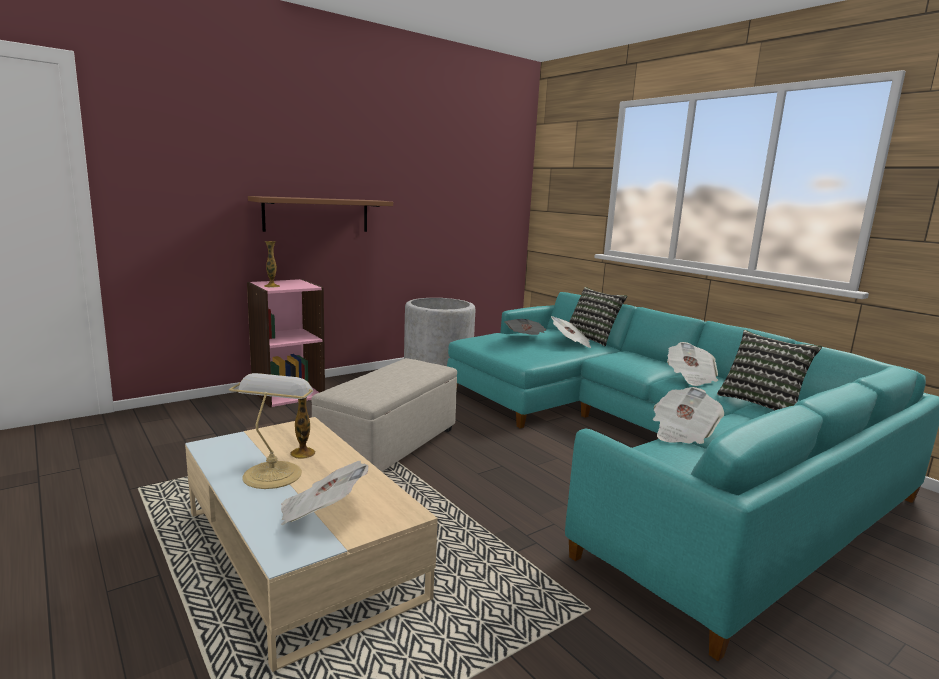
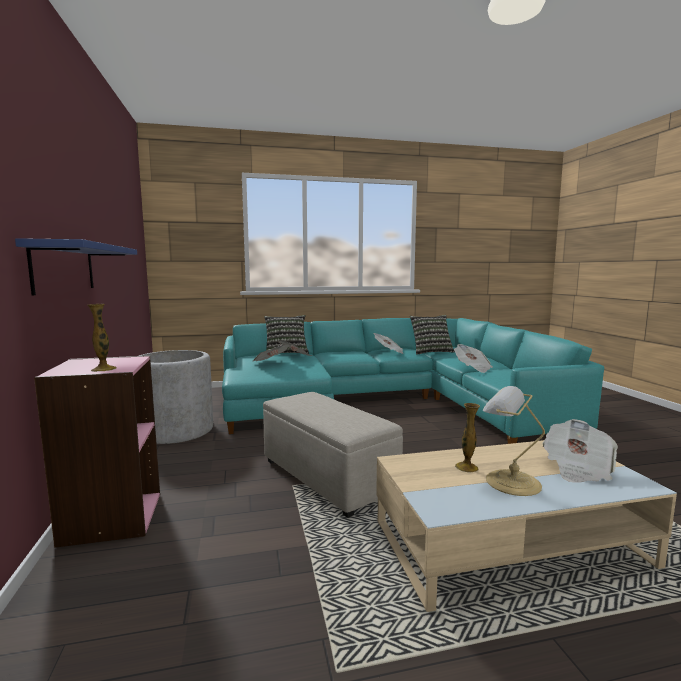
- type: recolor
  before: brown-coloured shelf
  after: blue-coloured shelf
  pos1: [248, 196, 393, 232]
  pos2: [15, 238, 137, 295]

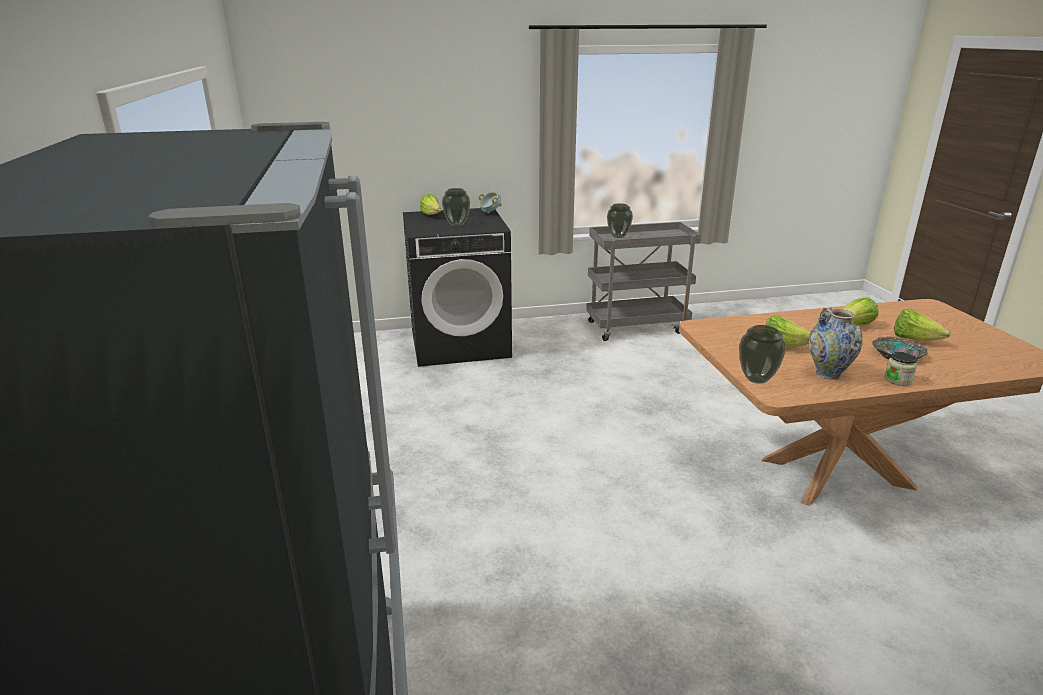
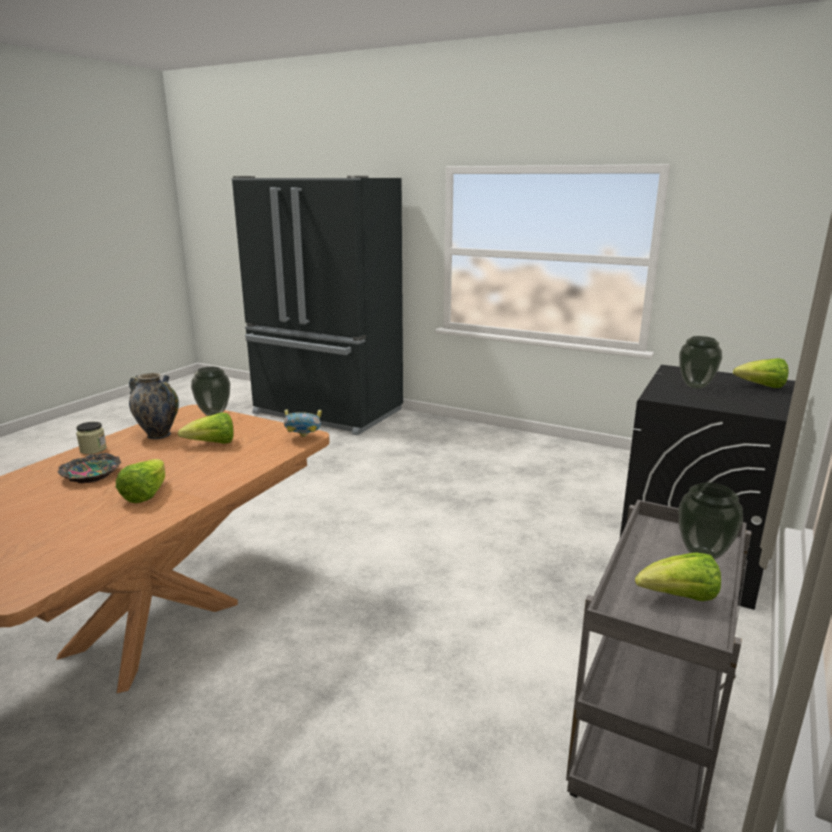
- type: move
  before: serving bowl
  pos1: [478, 192, 502, 214]
  pos2: [284, 409, 322, 437]
- type: move
  before: lettuce head
  pos1: [894, 309, 951, 341]
  pos2: [635, 552, 721, 601]

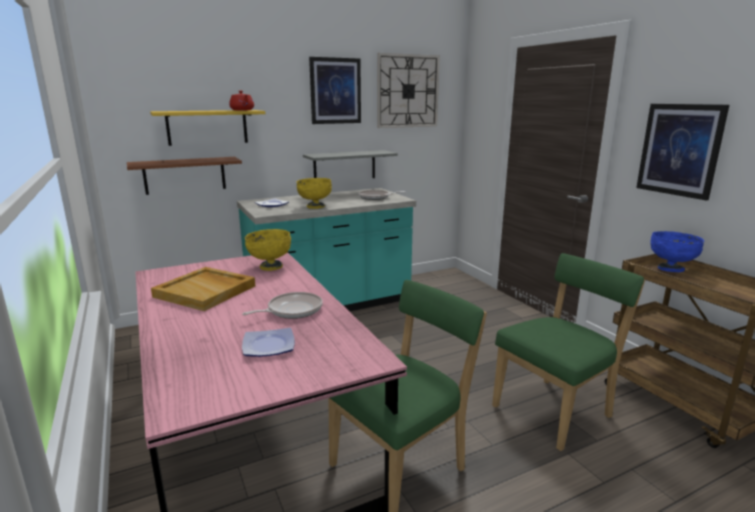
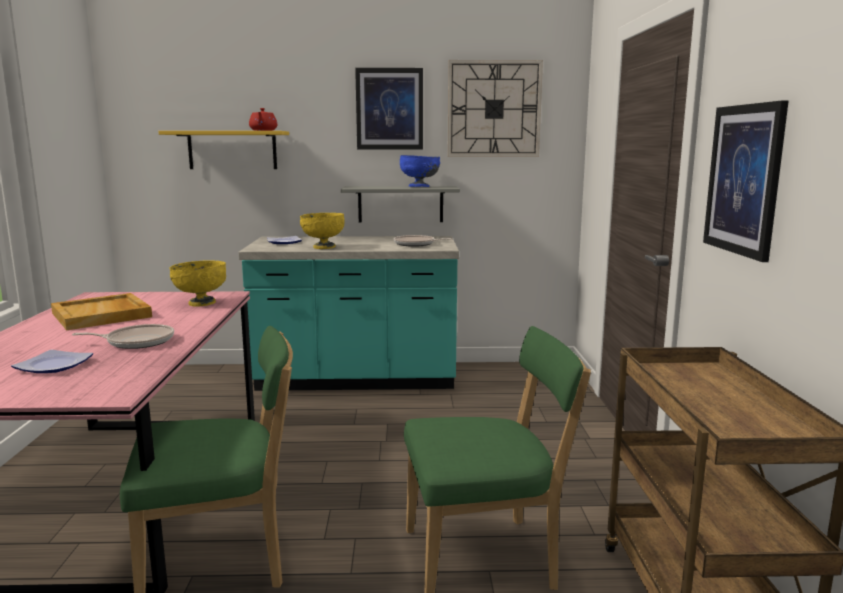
- type: delete
  before: brown-coloured shelf
  pos1: [127, 157, 242, 195]
- type: move
  before: blue-coloured serving bowl
  pos1: [650, 231, 704, 272]
  pos2: [400, 155, 440, 187]

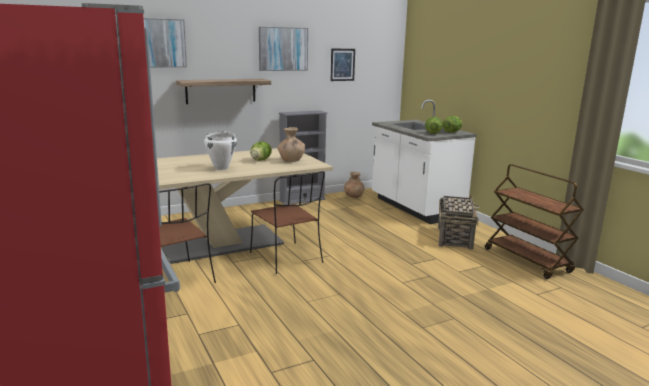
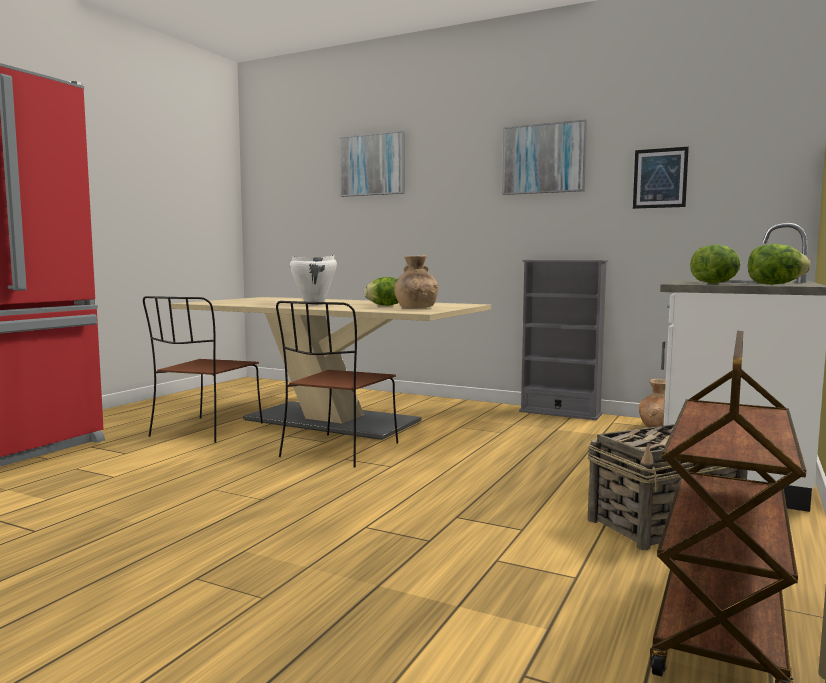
- type: delete
  before: shelf
  pos1: [176, 79, 271, 104]

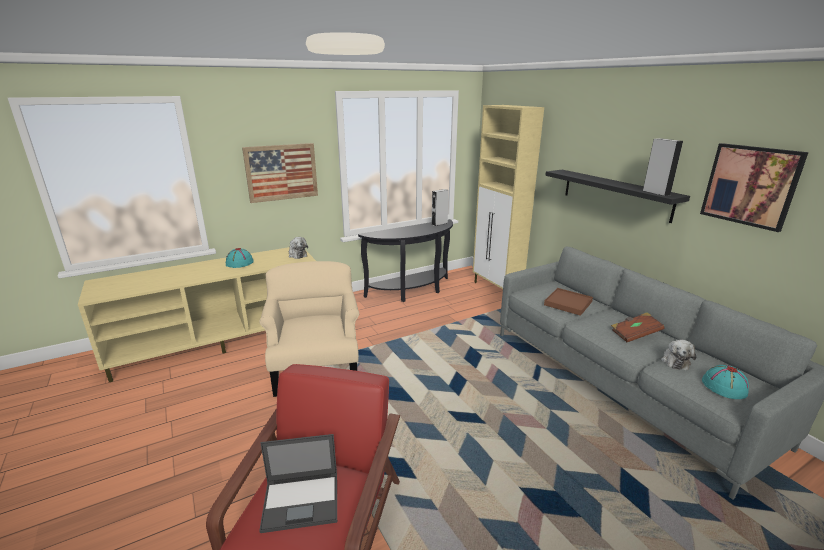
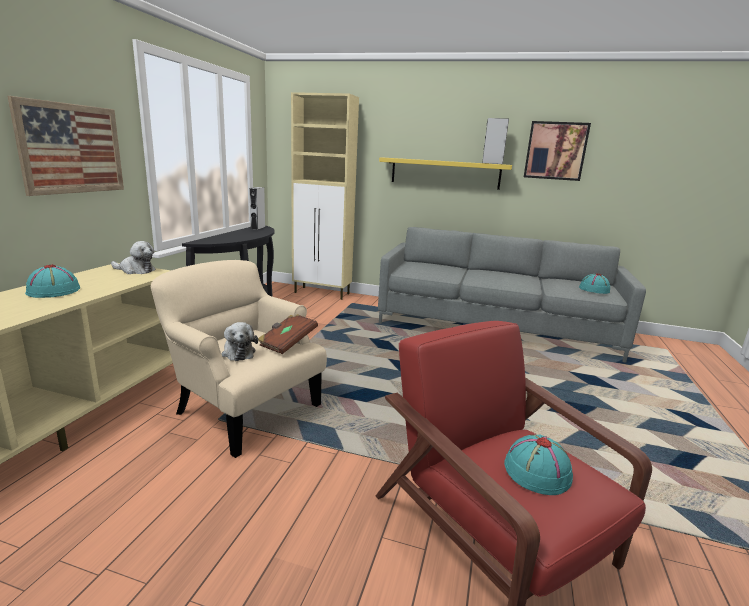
- type: recolor
  before: black shelf
  after: yellow-coloured shelf
  pos1: [545, 170, 690, 223]
  pos2: [379, 157, 512, 190]
- type: delete
  before: brown-coloured serving tray
  pos1: [544, 288, 593, 316]
- type: move
  before: brown-coloured bound book
  pos1: [611, 312, 665, 342]
  pos2: [258, 314, 318, 354]
- type: move
  before: plush toy
  pos1: [661, 340, 697, 370]
  pos2: [222, 322, 258, 361]
- type: replace
  before: portable computer
  after: blue-green wearable hat
  pos1: [259, 434, 337, 533]
  pos2: [504, 434, 573, 495]

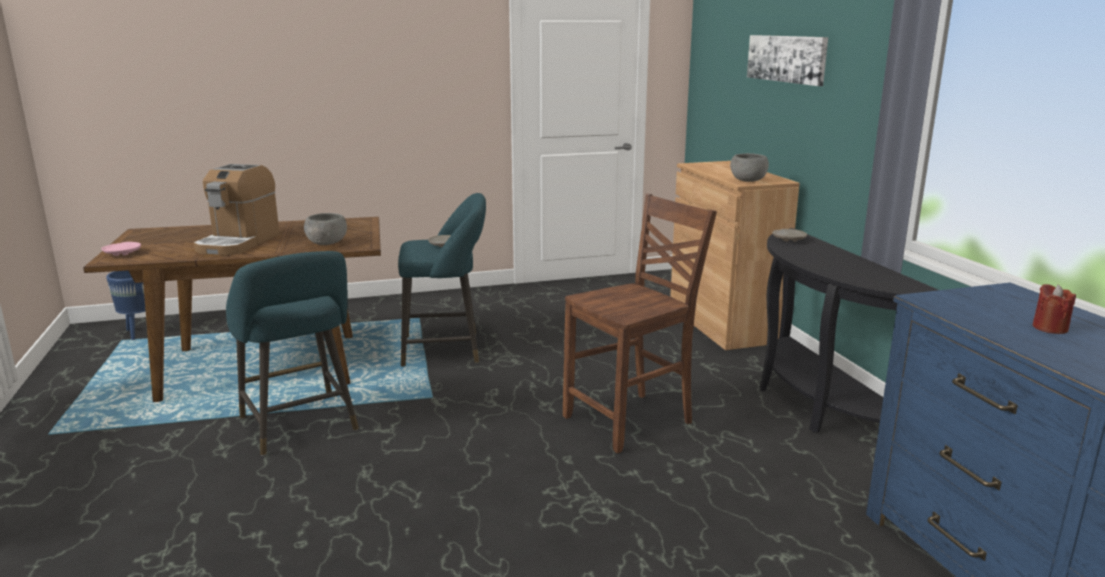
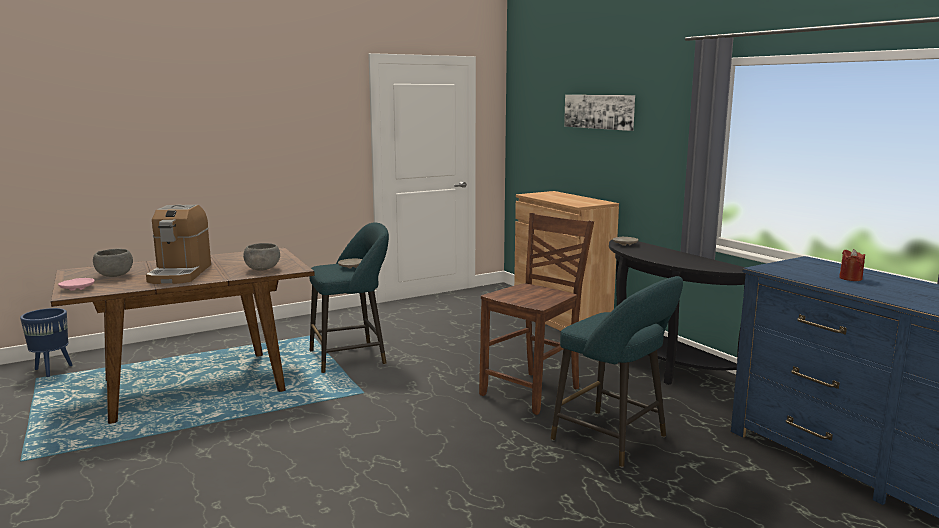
- type: move
  before: gray serving bowl
  pos1: [730, 153, 769, 182]
  pos2: [93, 249, 133, 277]
- type: move
  before: blue-green stool
  pos1: [226, 251, 359, 456]
  pos2: [551, 276, 683, 467]

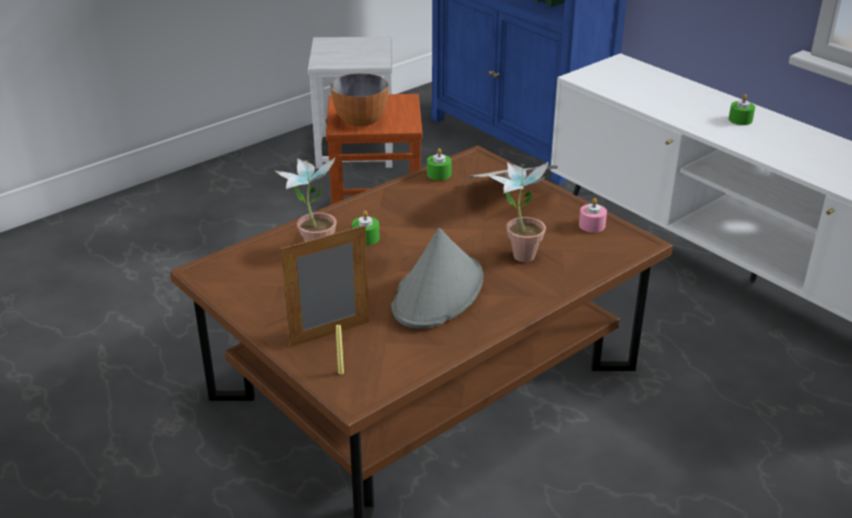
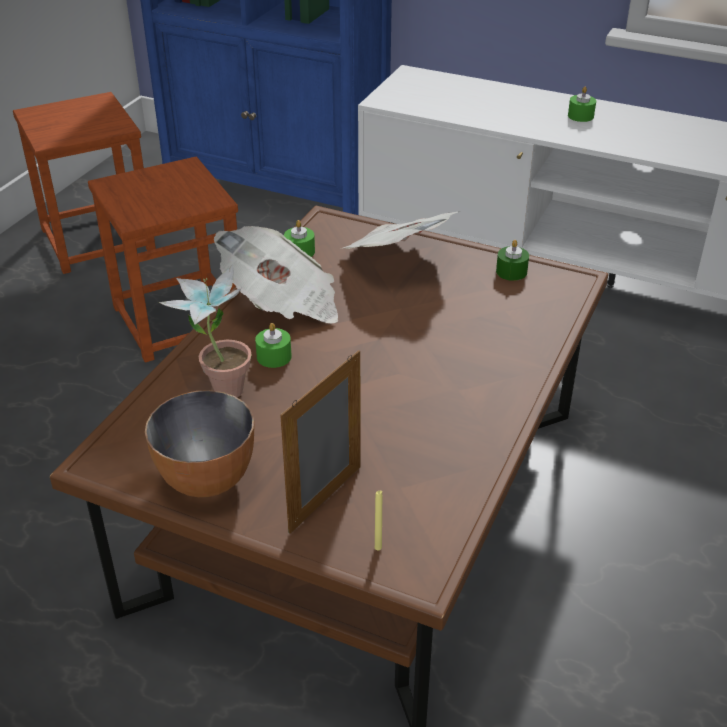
- type: recolor
  before: whitish stool
  after: brown-coloured stool
  pos1: [308, 37, 392, 169]
  pos2: [13, 92, 156, 274]
- type: move
  before: serving bowl
  pos1: [330, 73, 389, 127]
  pos2: [145, 390, 254, 497]
- type: delete
  before: potted plant
  pos1: [487, 162, 548, 262]
- type: recolor
  before: pink-coloured wax light
  after: greenish wax light
  pos1: [579, 198, 607, 233]
  pos2: [496, 240, 529, 281]
- type: delete
  before: gray wearable hat
  pos1: [391, 228, 483, 329]
- type: insert
  after: newspaper
  pos2: [214, 226, 338, 324]

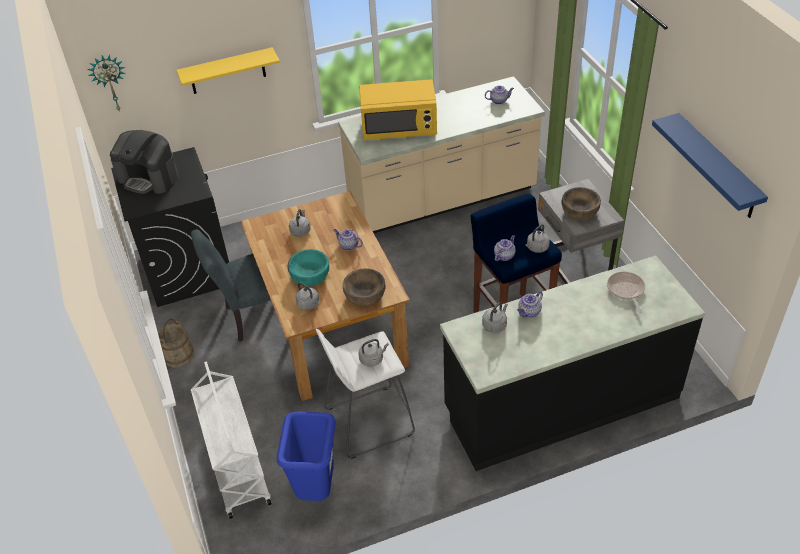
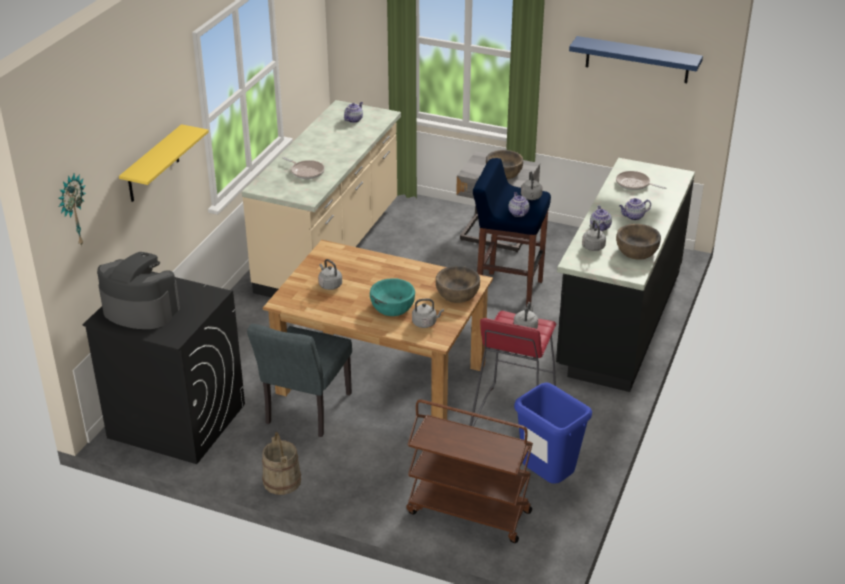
- type: replace
  before: yellow-coloured microwave oven
  after: skillet
  pos1: [359, 80, 437, 140]
  pos2: [282, 157, 325, 179]
- type: rotate
  before: coffee maker
  pos1: [110, 130, 178, 194]
  pos2: [97, 252, 180, 329]
  turn: -135
- type: move
  before: pot for tea
  pos1: [333, 229, 363, 250]
  pos2: [619, 198, 651, 220]
- type: recolor
  before: whitish stool
  after: red stool
  pos1: [316, 329, 415, 459]
  pos2: [469, 311, 556, 427]
- type: recolor
  before: whitish trolley
  after: brown-coloured trolley
  pos1: [191, 361, 272, 519]
  pos2: [406, 399, 533, 543]
- type: insert
  after: brown-coloured serving bowl
  pos2: [616, 224, 661, 259]

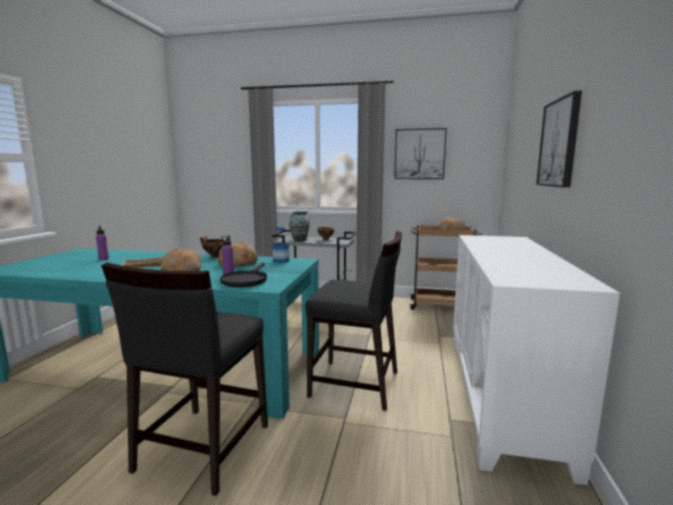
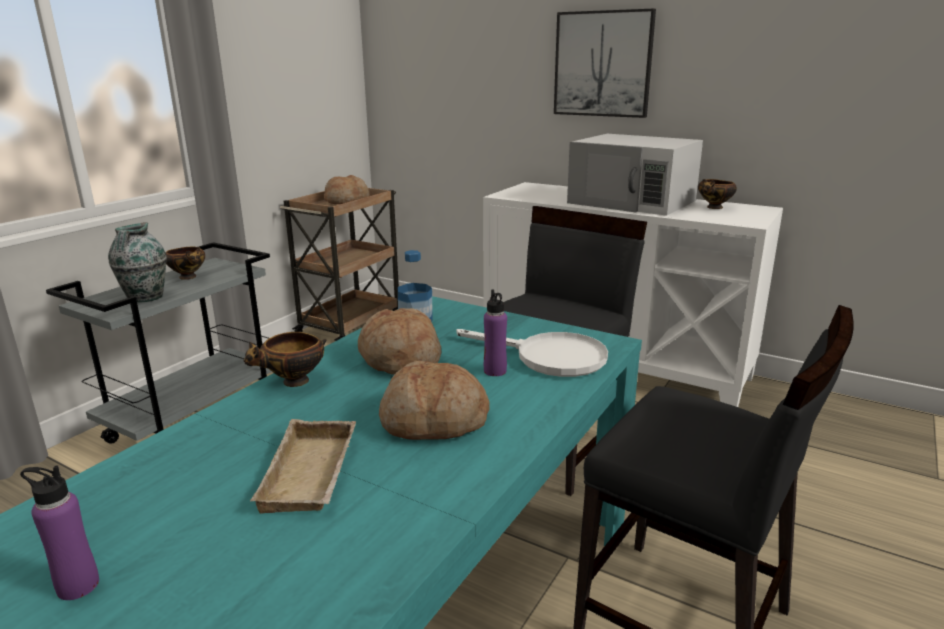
- type: delete
  before: wall picture
  pos1: [394, 128, 447, 179]
- type: recolor
  before: black skillet
  after: whitish skillet
  pos1: [220, 262, 267, 288]
  pos2: [456, 329, 608, 377]
- type: insert
  after: whitish microwave oven
  pos2: [567, 134, 703, 216]
- type: insert
  after: serving bowl
  pos2: [698, 179, 737, 209]

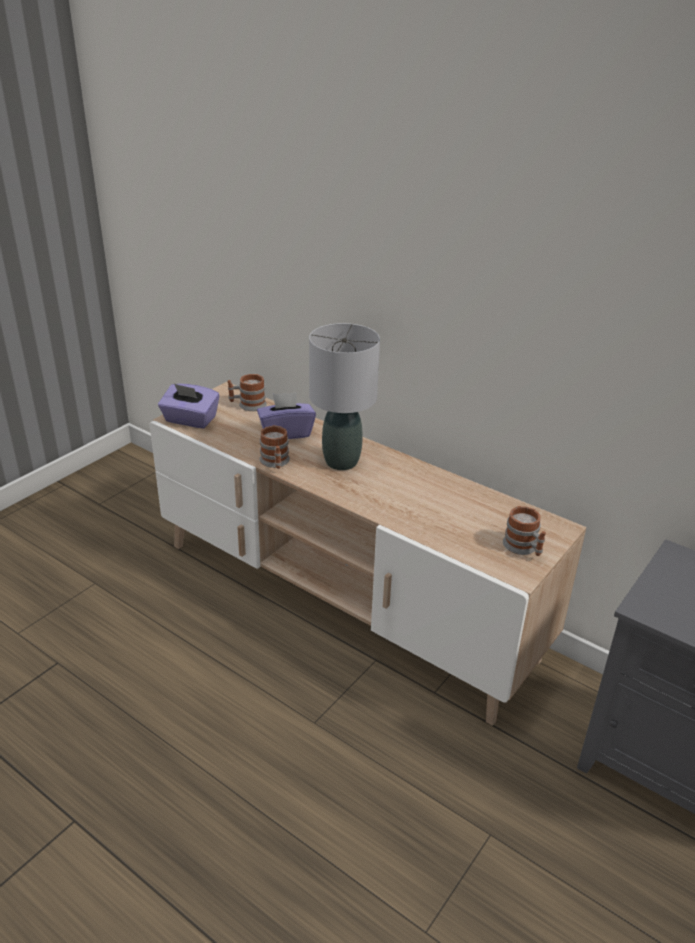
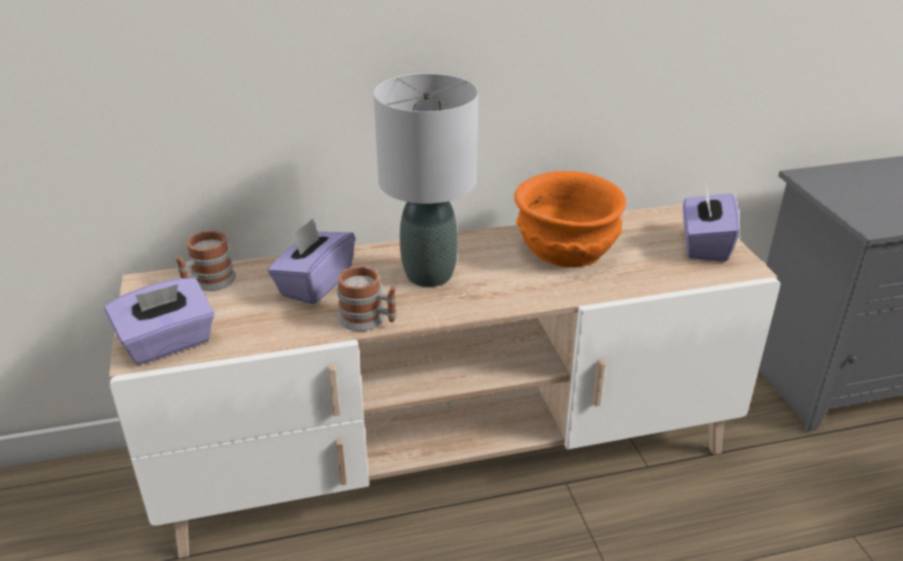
- type: replace
  before: mug
  after: purplish tissue box
  pos1: [503, 506, 546, 556]
  pos2: [683, 183, 740, 262]
- type: insert
  after: orangey serving bowl
  pos2: [514, 171, 627, 267]

